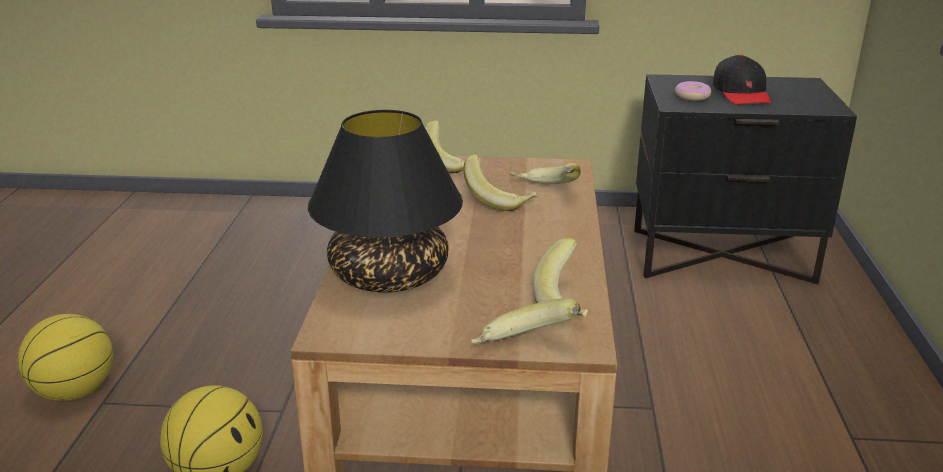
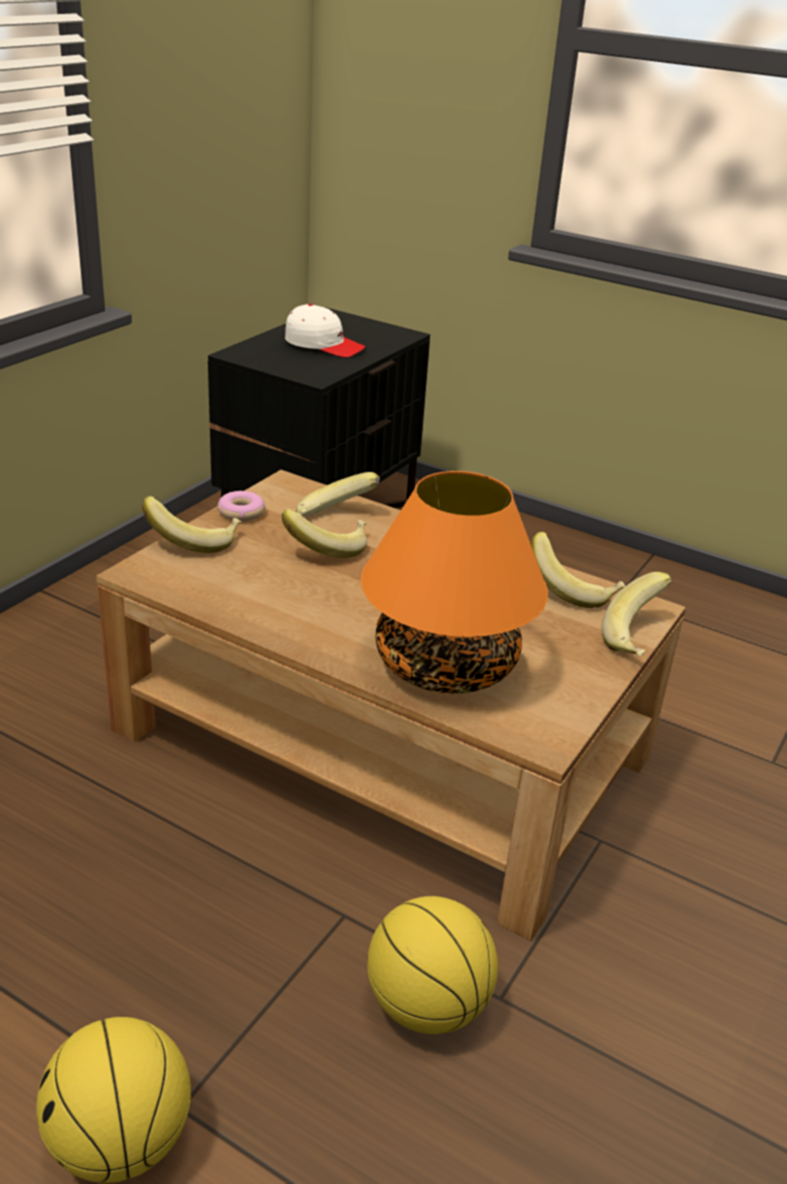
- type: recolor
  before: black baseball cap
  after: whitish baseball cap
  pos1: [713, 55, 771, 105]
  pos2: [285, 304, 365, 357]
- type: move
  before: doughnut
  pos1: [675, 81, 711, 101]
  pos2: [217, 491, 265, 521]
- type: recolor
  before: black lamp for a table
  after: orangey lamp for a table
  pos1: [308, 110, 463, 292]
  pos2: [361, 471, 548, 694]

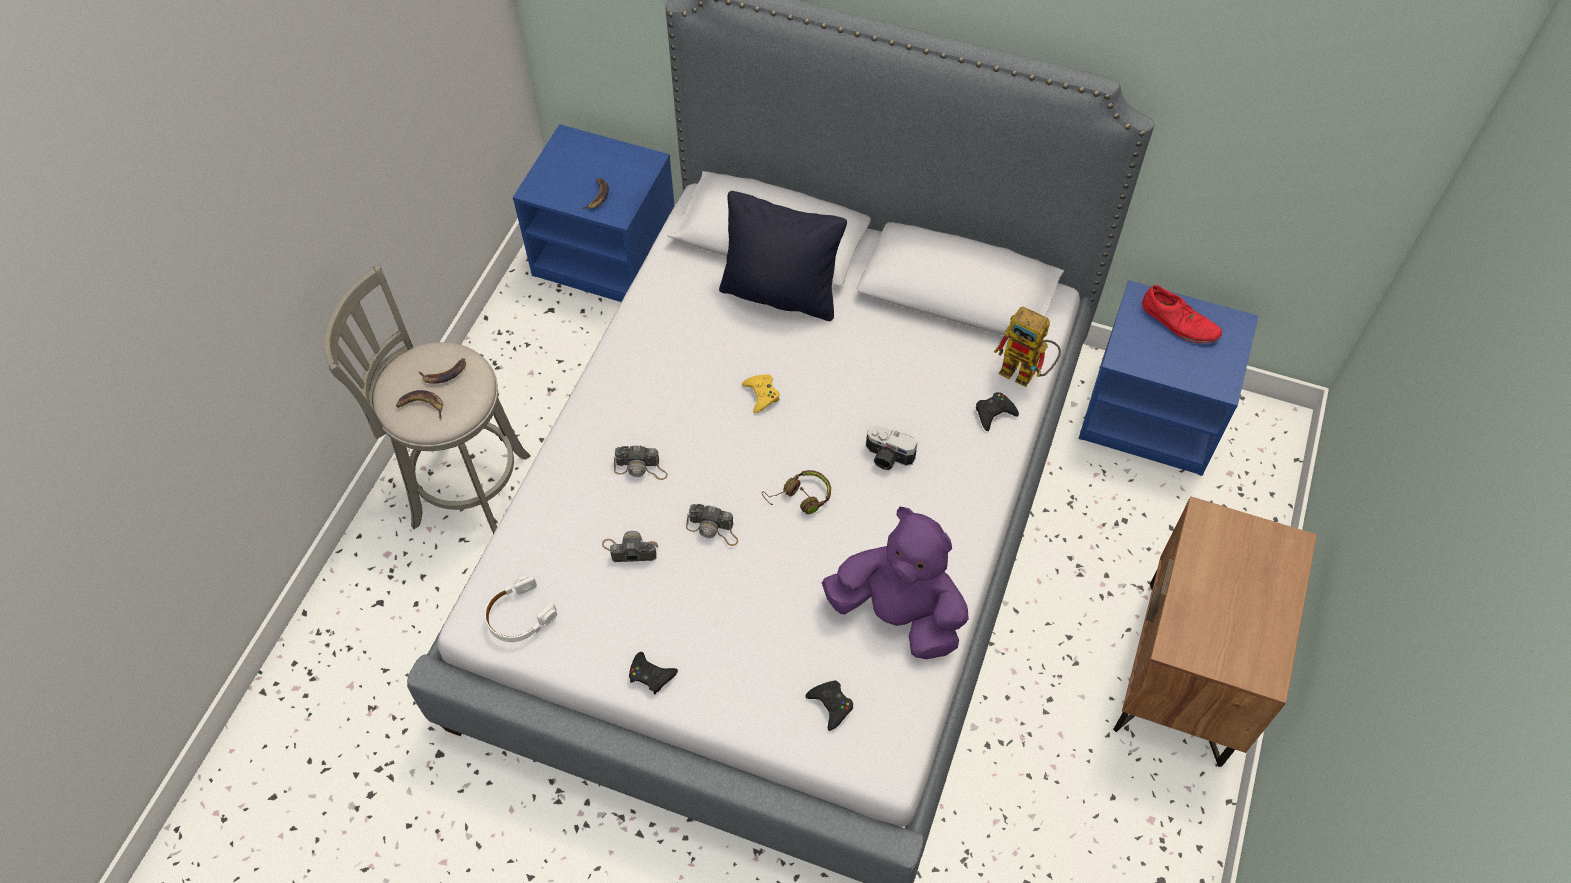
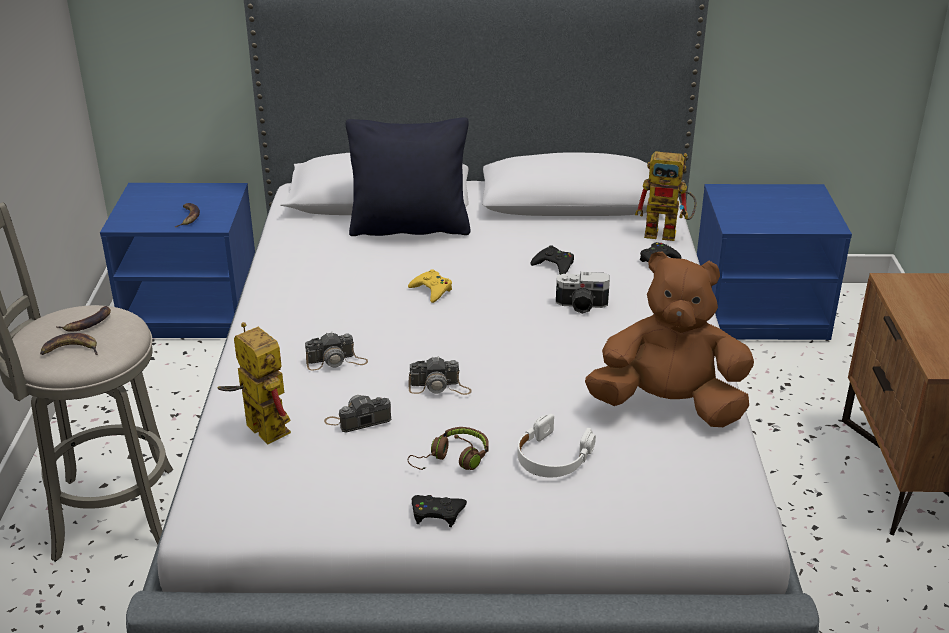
- type: delete
  before: red item of footwear
  pos1: [1142, 285, 1222, 343]
- type: move
  before: brown-coloured pair of headphones
  pos1: [762, 470, 831, 514]
  pos2: [408, 427, 489, 470]
- type: recolor
  before: purplish plush toy
  after: brown-coloured plush toy
  pos1: [822, 507, 969, 659]
  pos2: [585, 251, 754, 427]
- type: move
  before: whitish pair of headphones
  pos1: [485, 575, 557, 642]
  pos2: [518, 414, 596, 477]
- type: move
  before: black joypad
  pos1: [805, 680, 853, 731]
  pos2: [531, 245, 574, 275]
- type: insert
  after: toy robot
  pos2: [217, 322, 291, 445]

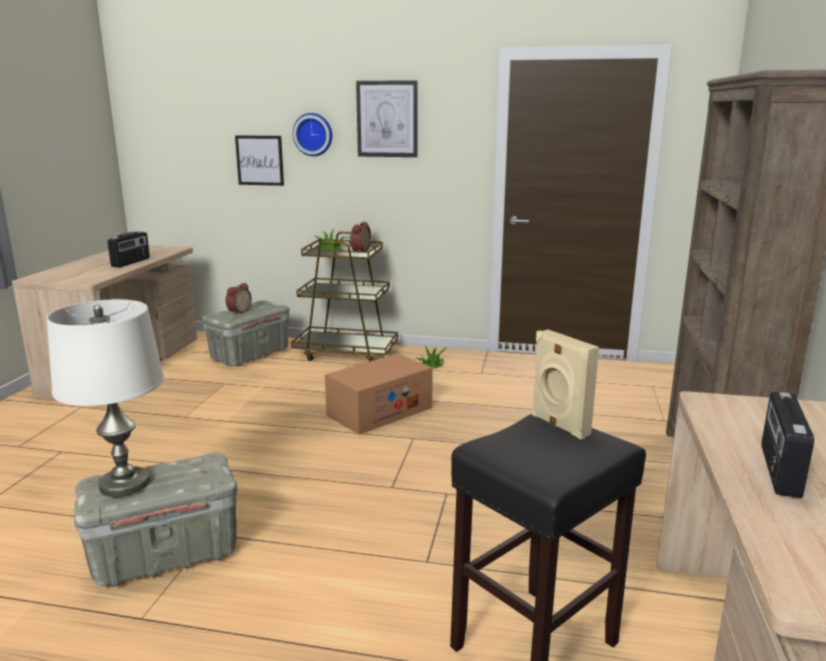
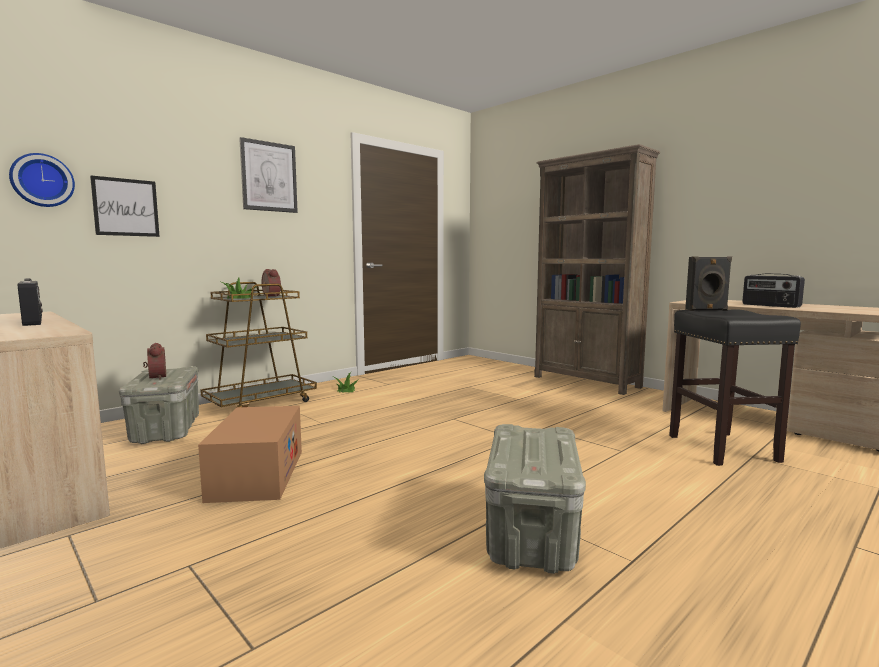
- type: move
  before: hanging clock
  pos1: [293, 113, 332, 156]
  pos2: [9, 153, 75, 207]
- type: delete
  before: whitish lamp for a table
  pos1: [47, 299, 164, 497]
- type: recolor
  before: beige speaker
  after: black speaker
  pos1: [531, 330, 599, 440]
  pos2: [685, 257, 732, 311]
- type: move
  before: cardboard box
  pos1: [325, 353, 433, 435]
  pos2: [198, 406, 302, 503]

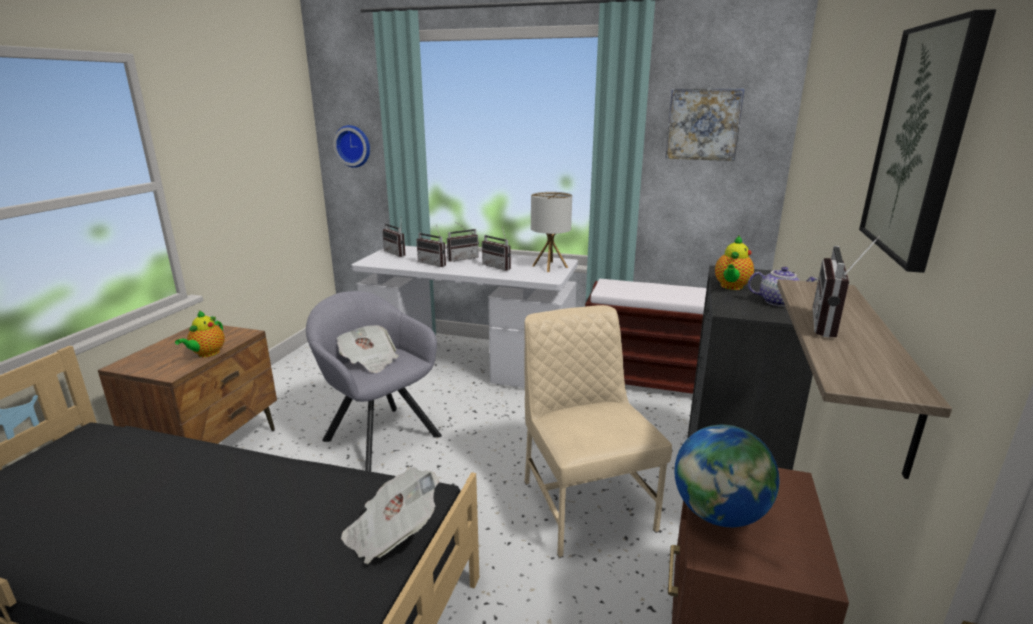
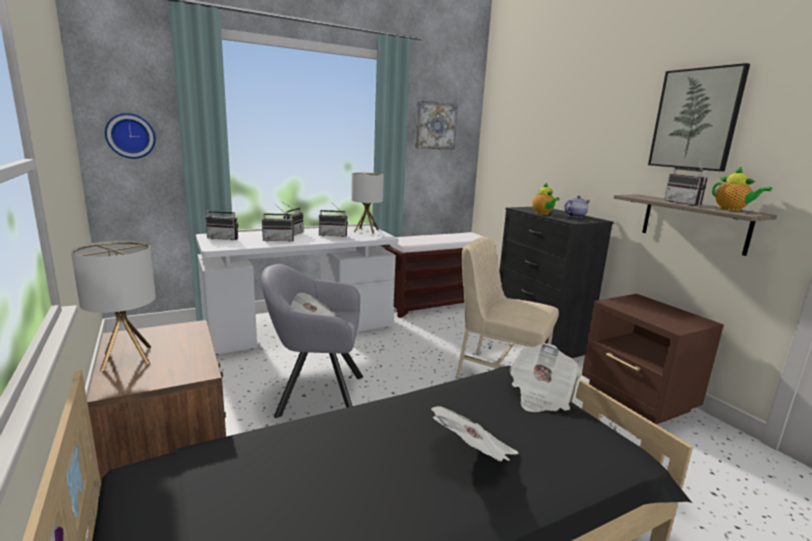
- type: move
  before: pot for tea
  pos1: [175, 310, 225, 357]
  pos2: [712, 166, 772, 211]
- type: delete
  before: world globe
  pos1: [674, 425, 779, 527]
- type: insert
  after: lamp for a table
  pos2: [71, 241, 156, 371]
- type: insert
  after: newspaper
  pos2: [431, 406, 518, 461]

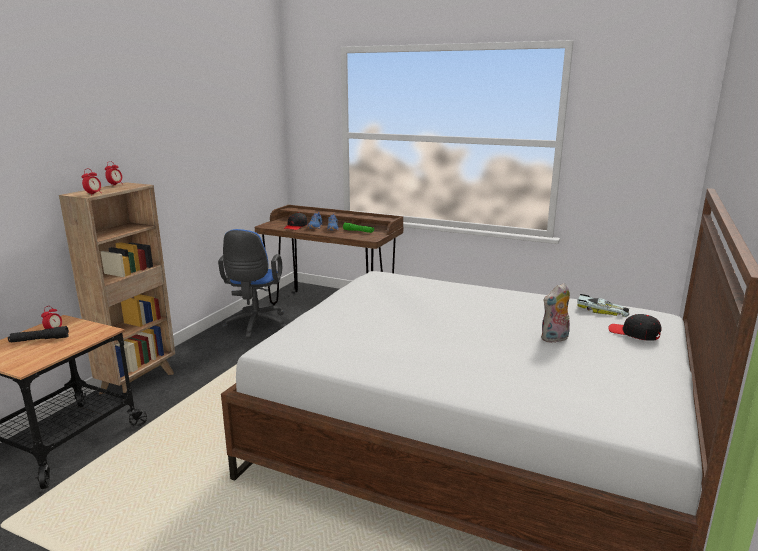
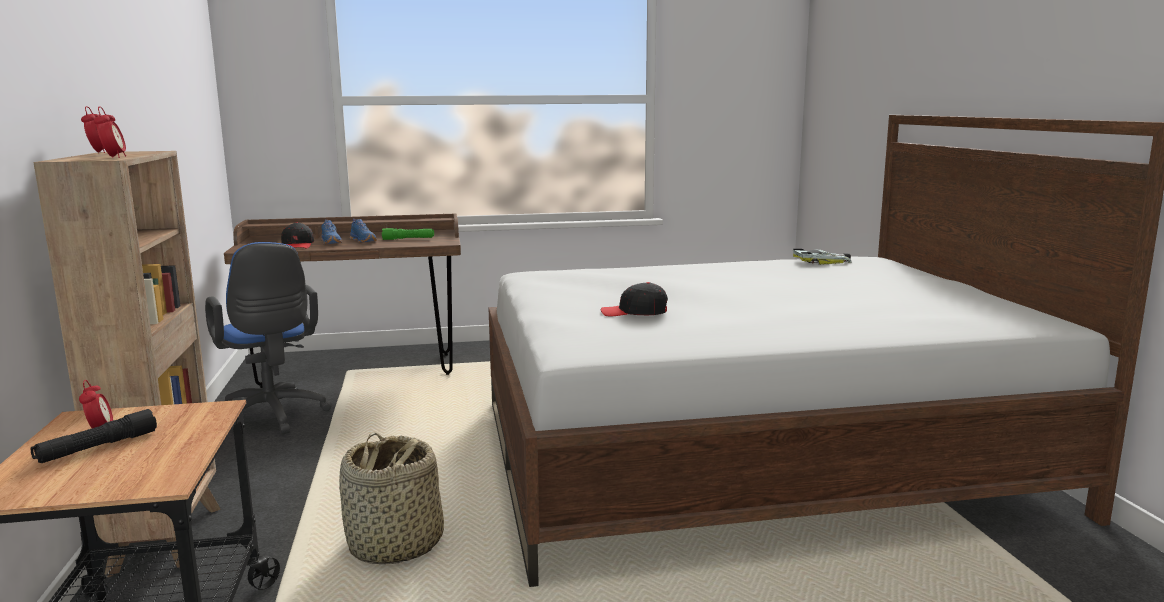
- type: delete
  before: plush toy
  pos1: [541, 283, 570, 343]
- type: move
  before: black baseball cap
  pos1: [608, 314, 662, 341]
  pos2: [601, 282, 668, 316]
- type: insert
  after: basket
  pos2: [339, 433, 444, 564]

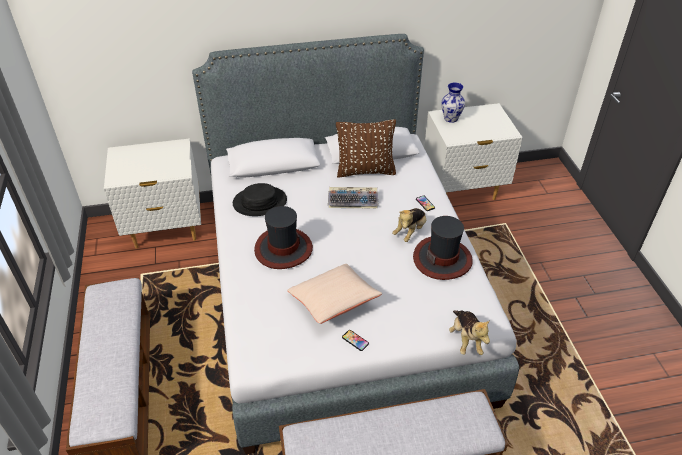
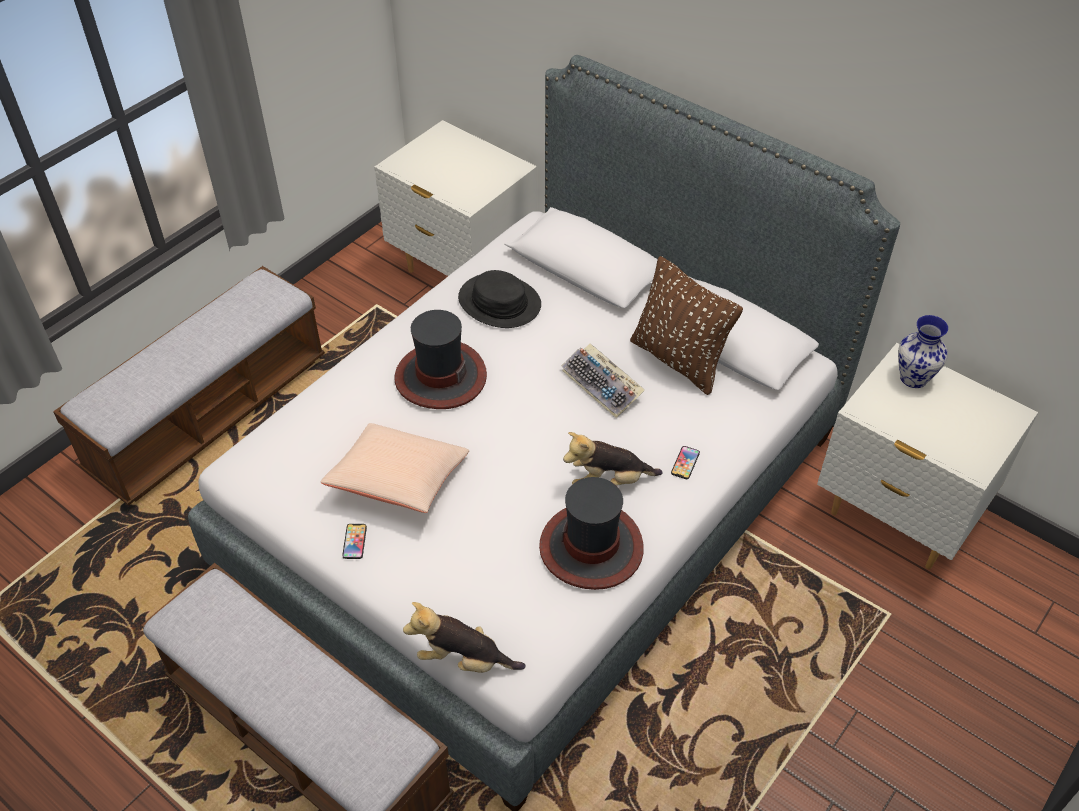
- type: rotate
  before: plush toy
  pos1: [449, 310, 490, 355]
  pos2: [403, 602, 525, 673]
  turn: 60

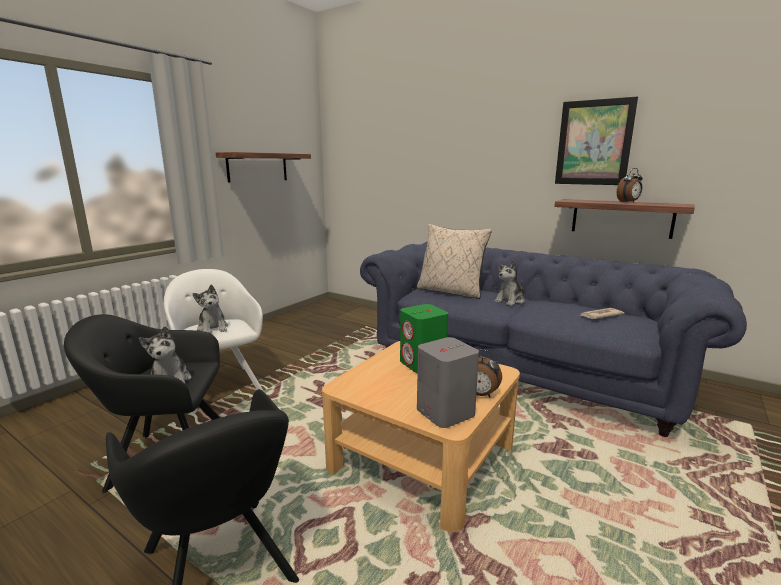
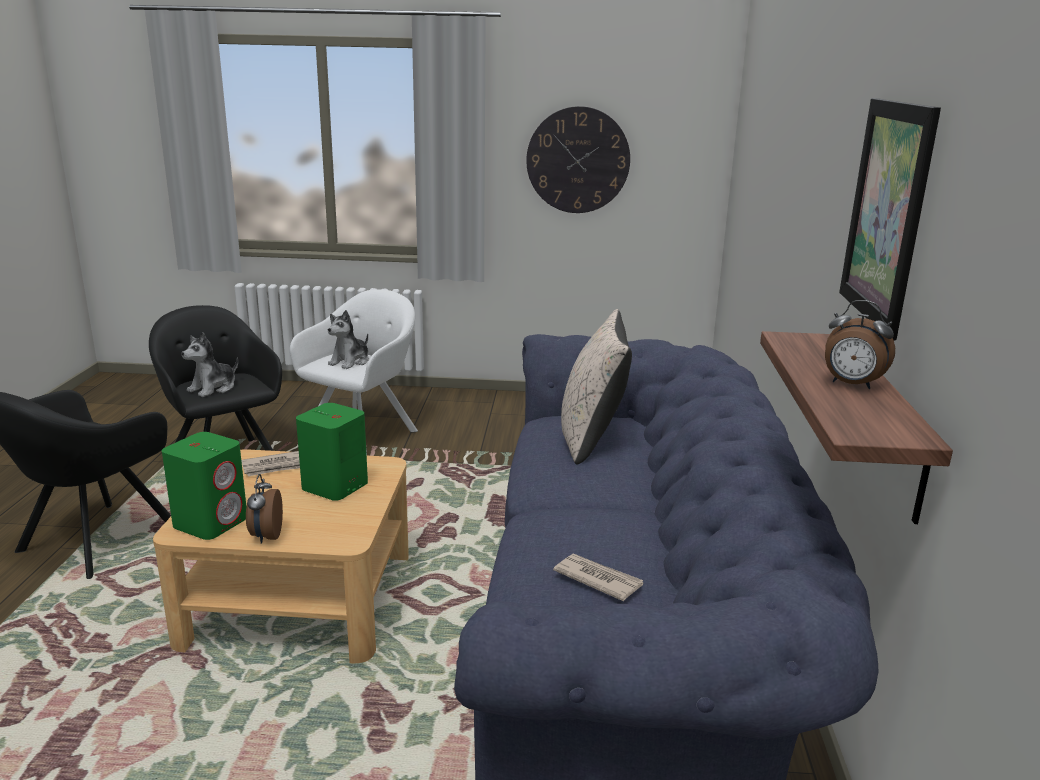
- type: replace
  before: shelf
  after: hanging clock
  pos1: [216, 152, 311, 183]
  pos2: [526, 106, 630, 213]
- type: delete
  before: plush toy
  pos1: [494, 260, 525, 306]
- type: recolor
  before: gray speaker
  after: greenish speaker
  pos1: [417, 337, 479, 428]
  pos2: [162, 432, 246, 540]
- type: insert
  after: newspaper
  pos2: [241, 451, 300, 476]

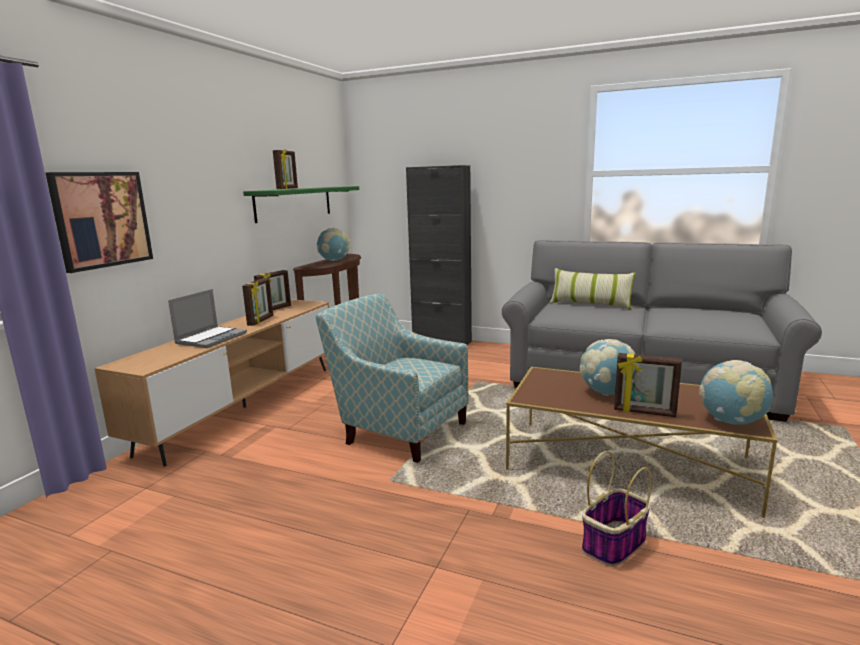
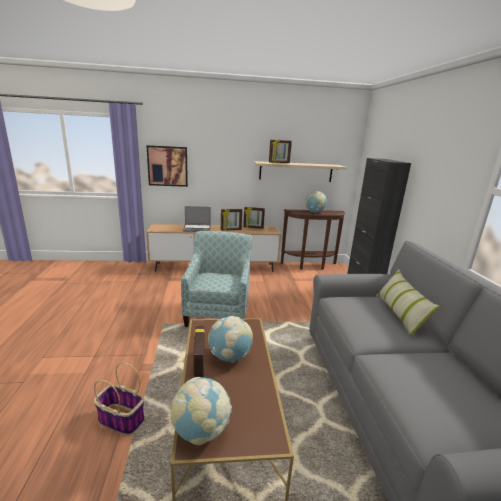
- type: recolor
  before: greenish shelf
  after: beige shelf
  pos1: [243, 186, 359, 223]
  pos2: [254, 161, 347, 182]

